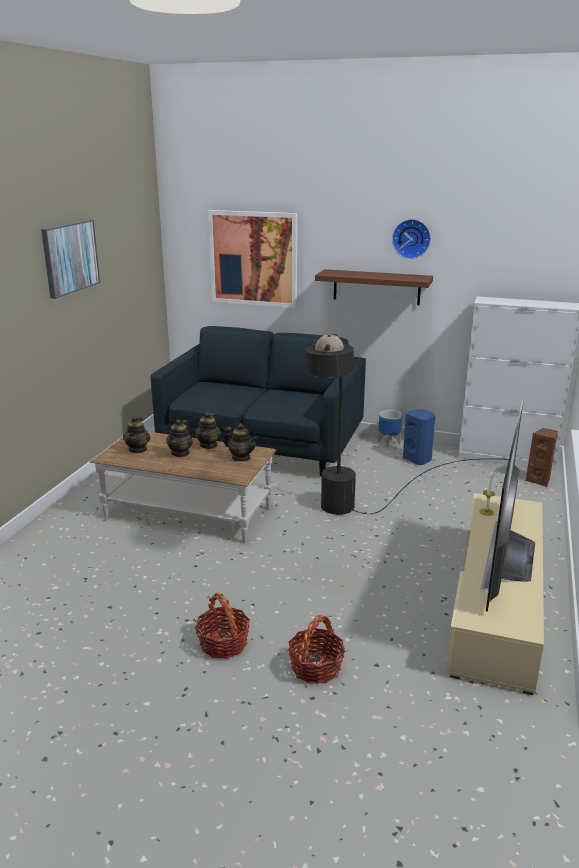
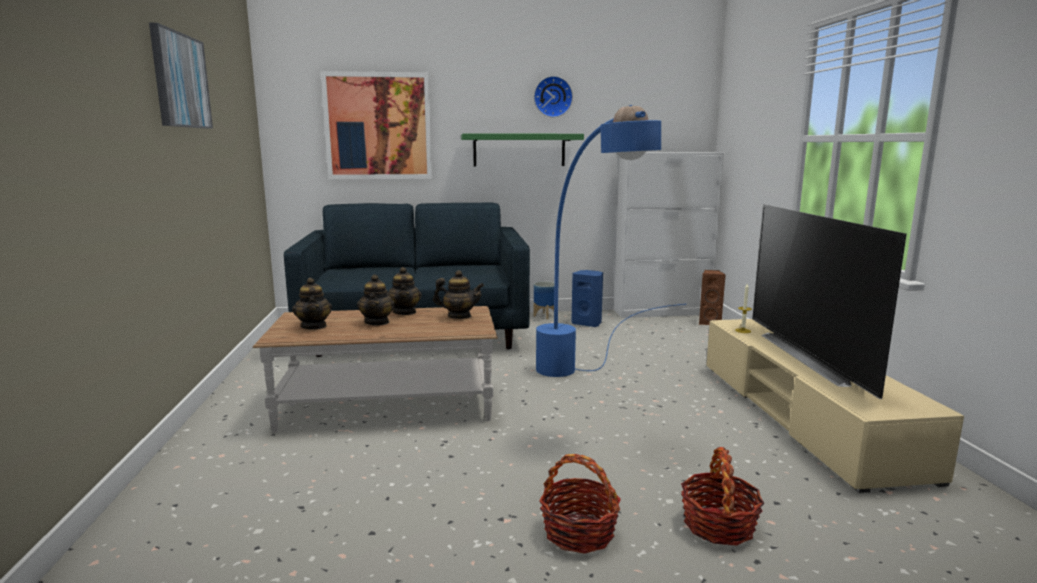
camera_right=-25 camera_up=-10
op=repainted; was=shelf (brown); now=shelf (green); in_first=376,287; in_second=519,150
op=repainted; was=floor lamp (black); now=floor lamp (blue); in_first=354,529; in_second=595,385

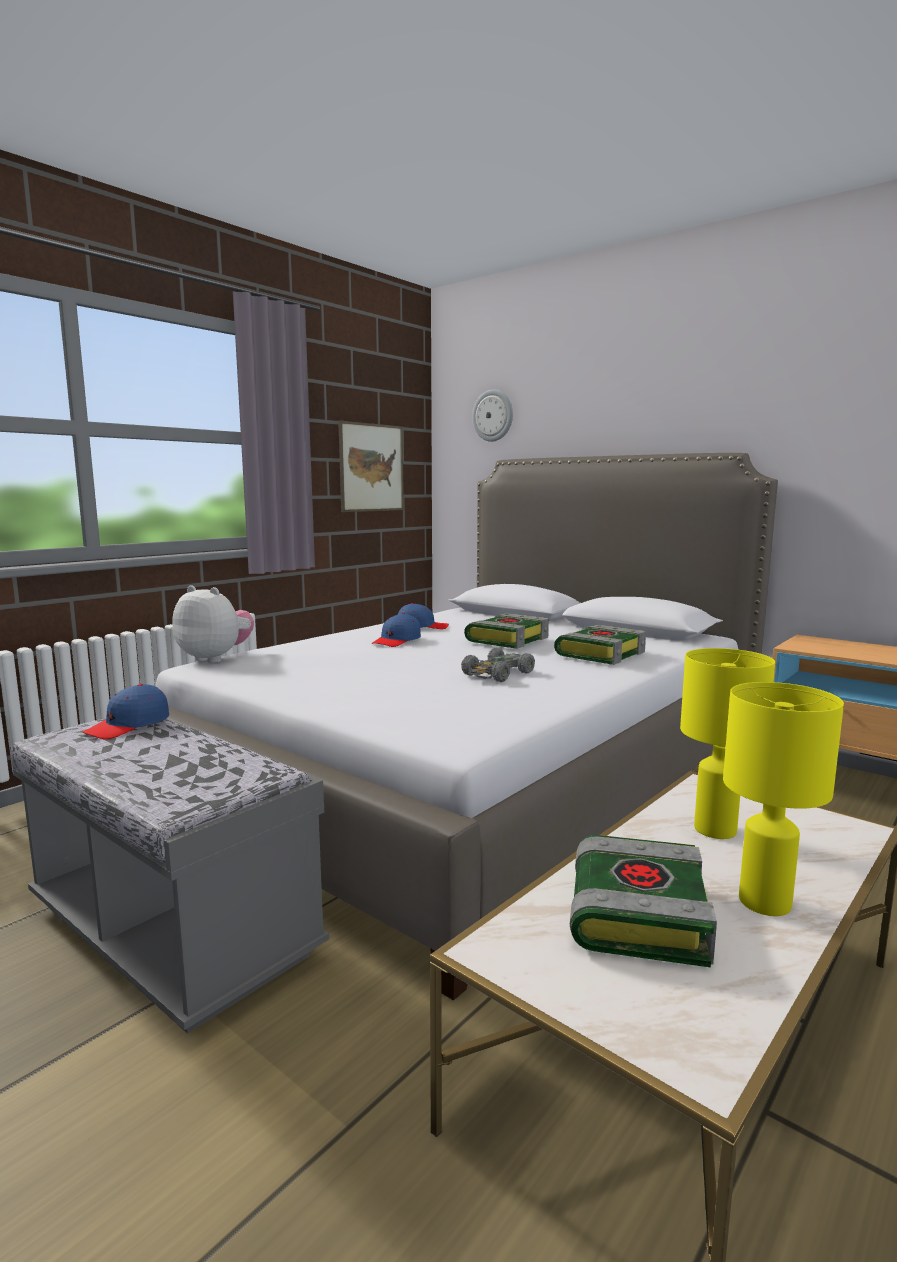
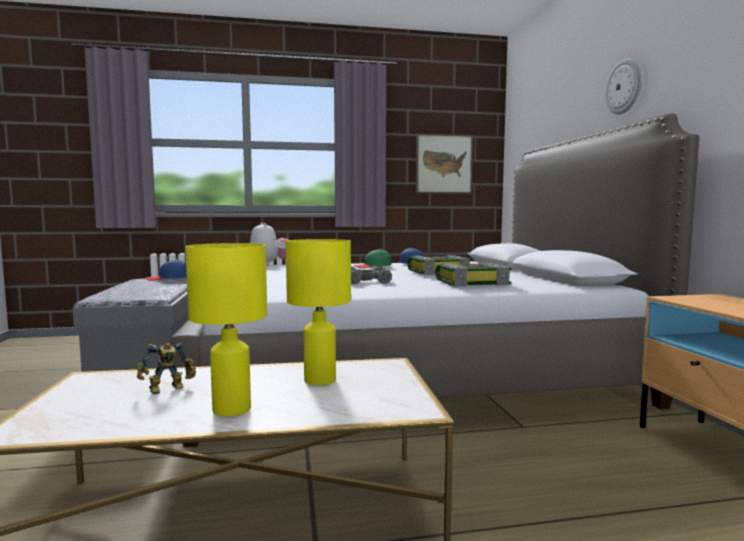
camera_right=40 camera_up=-5
op=shifted; was=wall clock; in_first=493,415; in_second=624,87
op=repainted; was=cap (blue); now=cap (green); in_first=397,641; in_second=373,266
op=swapped; was=book; now=toy robot; in_first=635,912; in_second=168,389

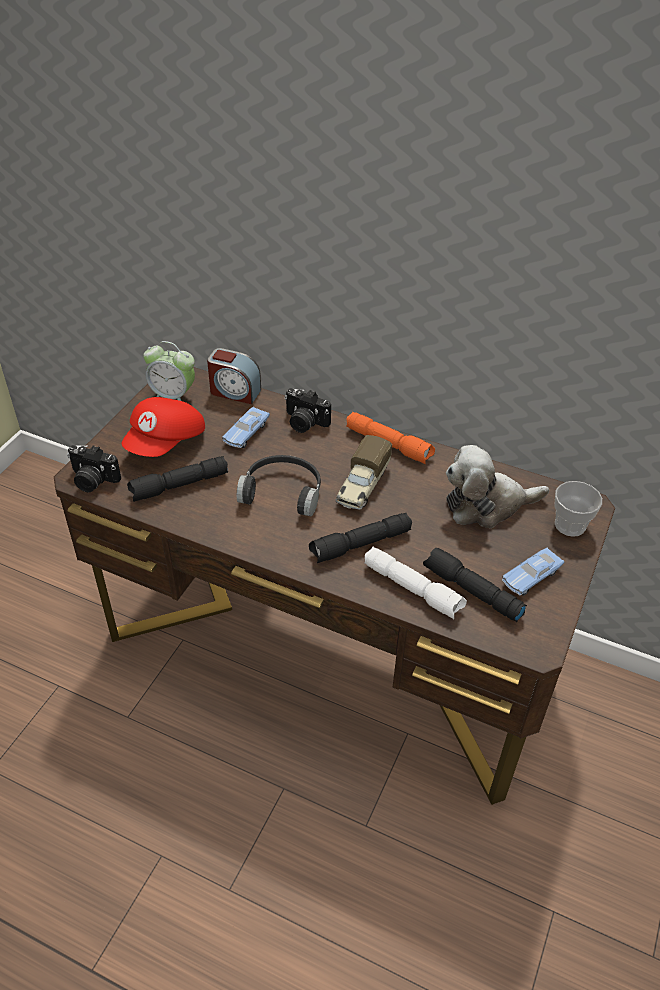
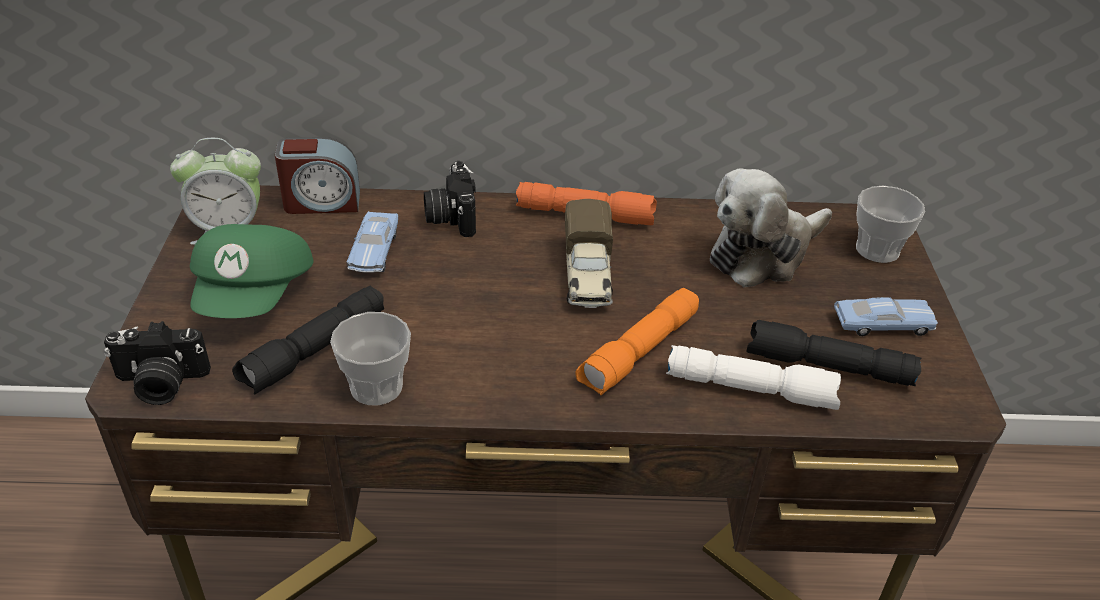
camera_right=-25 camera_up=-5
op=rotated; was=photo camera; in_first=304,422; in_second=450,217; clockwise=75
op=repainted; was=cap (red); now=cap (green); in_first=166,442; in_second=256,295
op=gone; was=headphones (black); in_first=283,491
op=repainted; was=flashlight (black); now=flashlight (orange); in_first=360,545; in_second=640,353
op=rotated; was=toy car (blue); in_first=531,577; in_second=883,325; clockwise=-120
op=new; now=cup; in_second=376,387

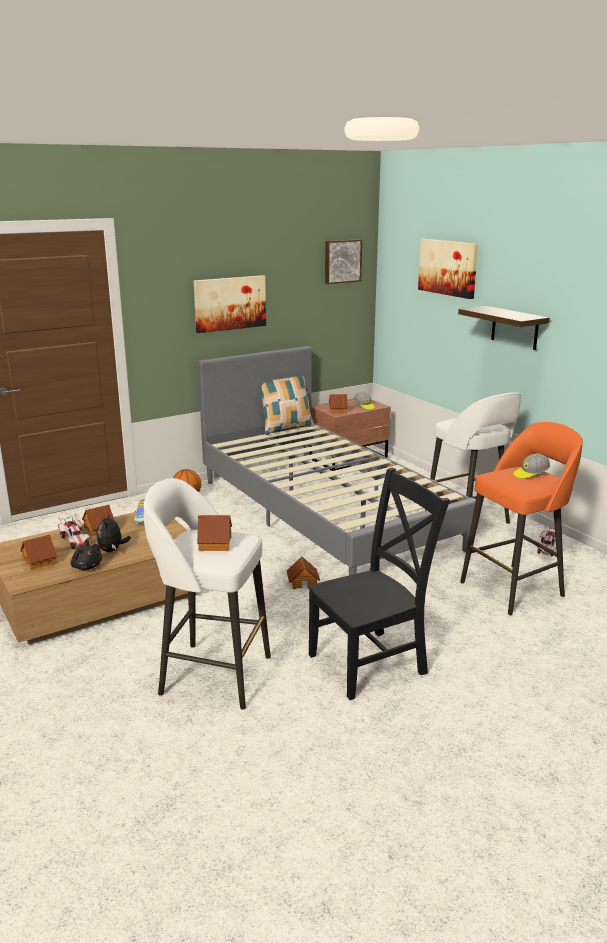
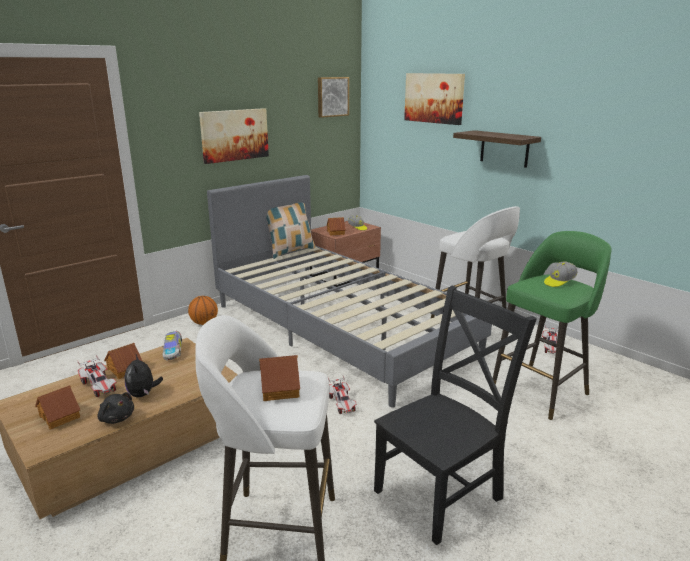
camera_right=-10 camera_up=0
op=repainted; was=stool (orange); now=stool (green); in_first=514,588; in_second=541,390
op=swapped; was=toy house; now=toy car; in_first=303,582; in_second=342,403

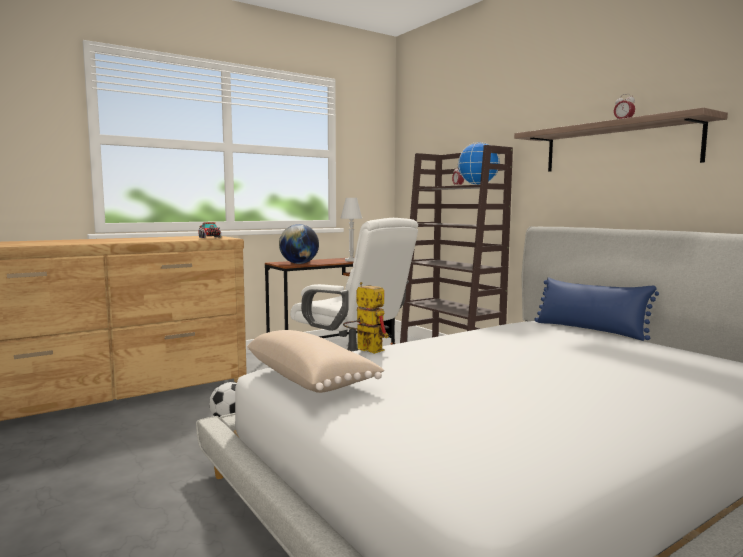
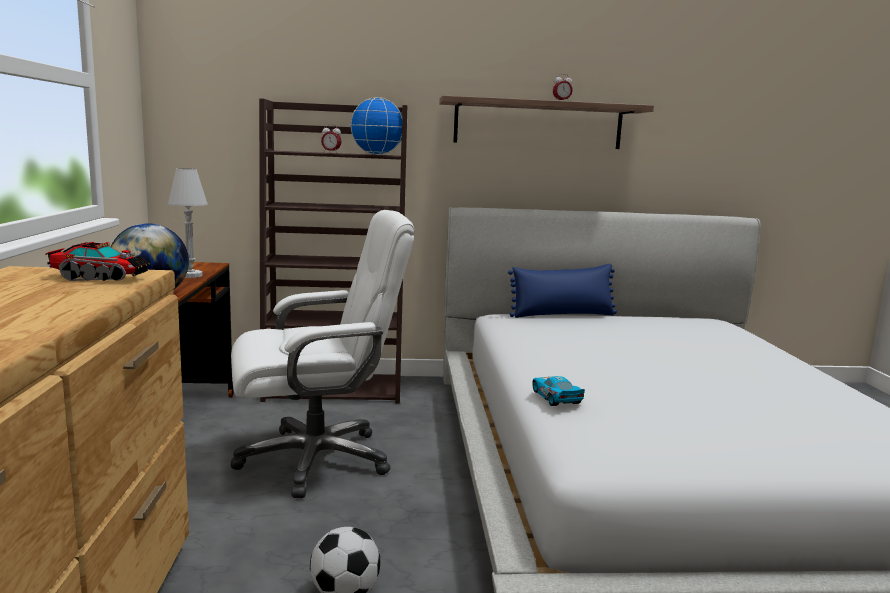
camera_right=-60 camera_up=5
op=swapped; was=toy robot; now=toy car; in_first=364,349; in_second=556,398
op=gone; was=pillow (beige); in_first=310,379

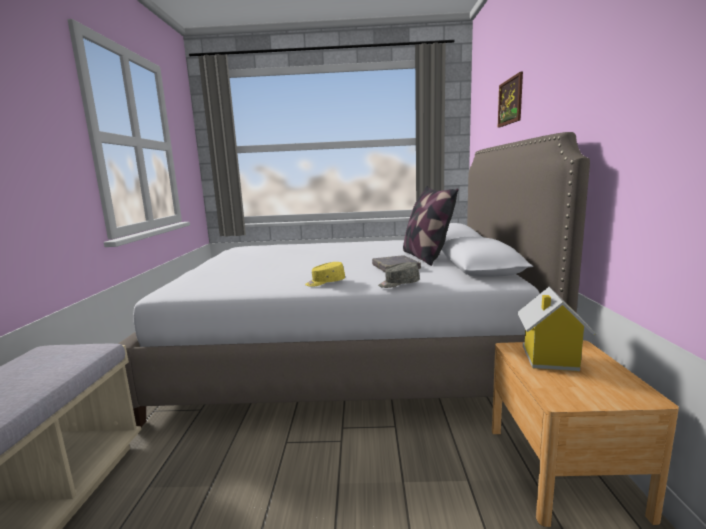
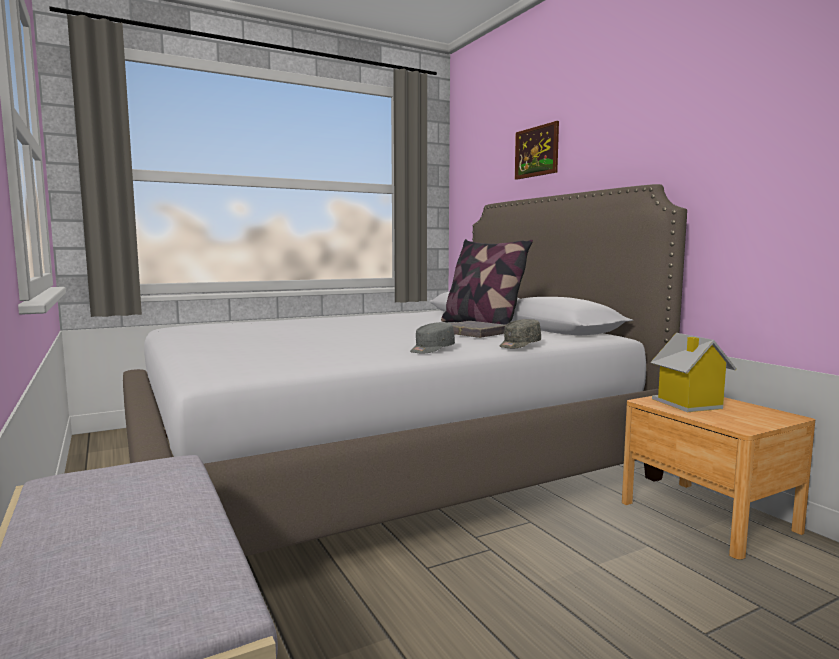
camera_right=-30 camera_up=-5
op=repainted; was=cap (yellow); now=cap (grey); in_first=325,282; in_second=431,349

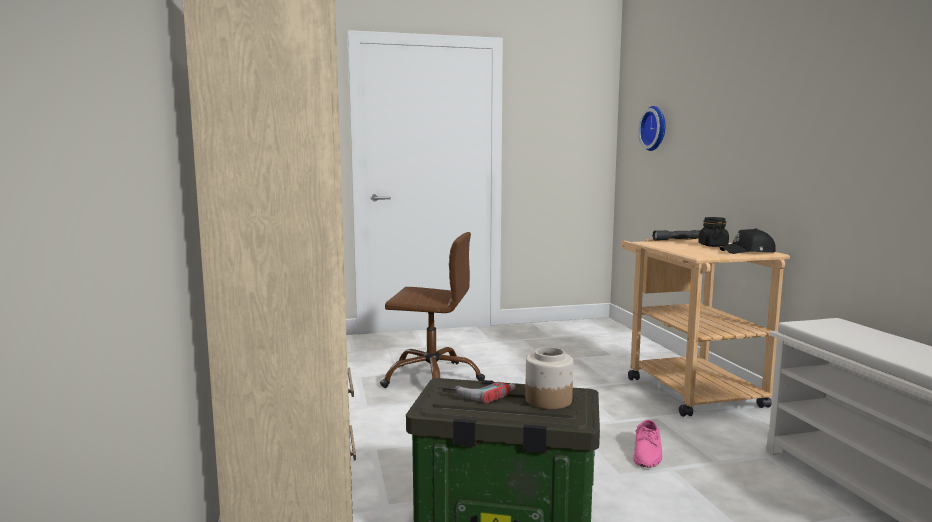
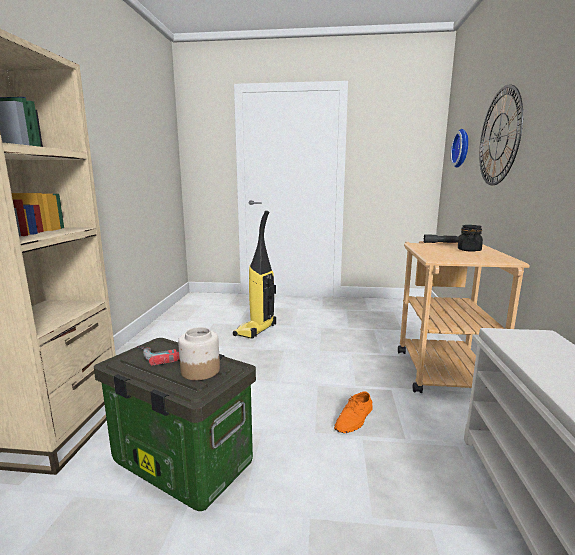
camera_right=20 camera_up=5
op=gone; was=cap (black); in_first=748,252
op=swapped; was=office chair (brown); now=vacuum cleaner; in_first=432,378; in_second=255,330
op=repainted; was=shoe (pink); now=shoe (orange); in_first=647,452; in_second=354,419
op=new; now=wall clock; in_second=499,137

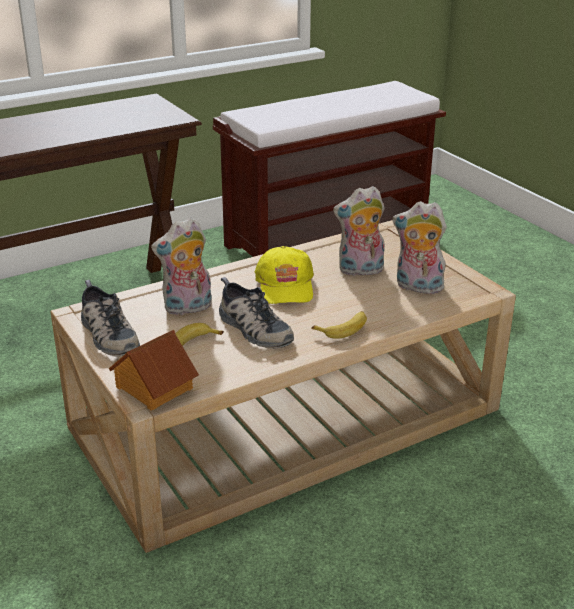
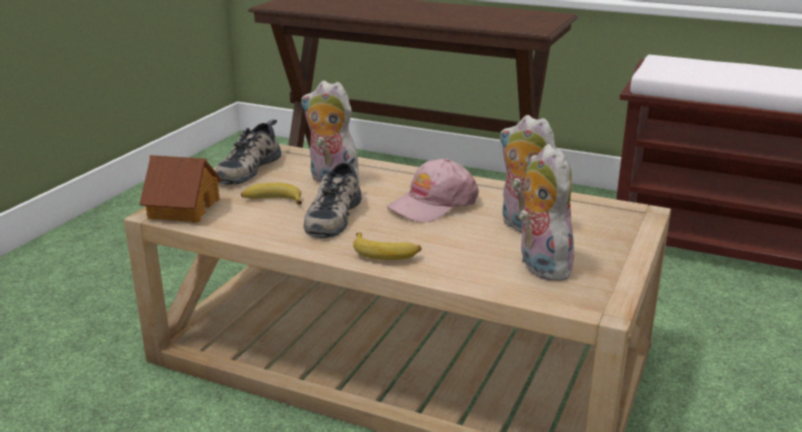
camera_right=55 camera_up=-5
op=repainted; was=cap (yellow); now=cap (pink); in_first=285,286; in_second=433,204

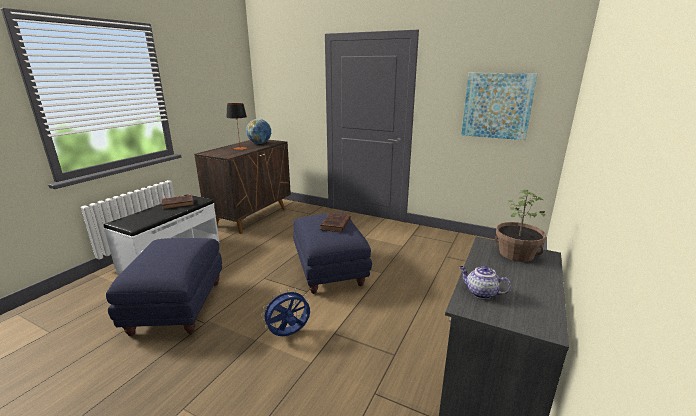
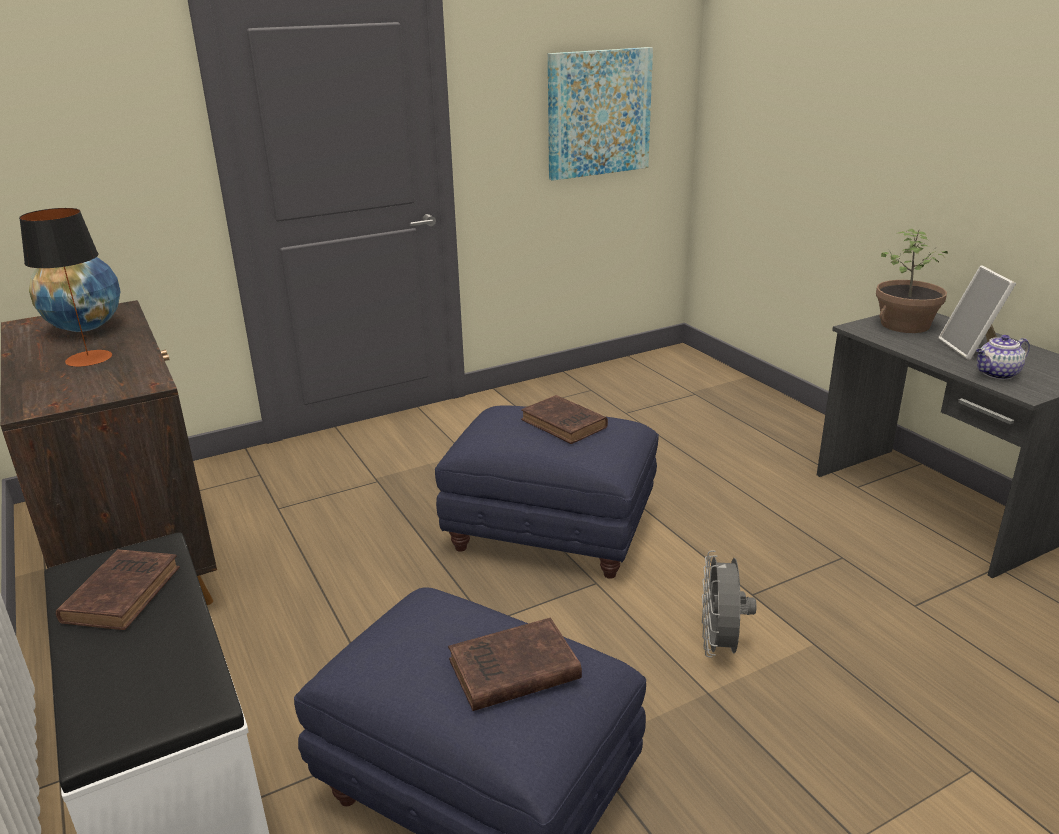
camera_right=-55 camera_up=5
op=repainted; was=fan (blue); now=fan (grey); in_first=289,334; in_second=720,646
op=new; now=picture frame; in_second=971,349
op=new; now=book (brown); in_second=510,671

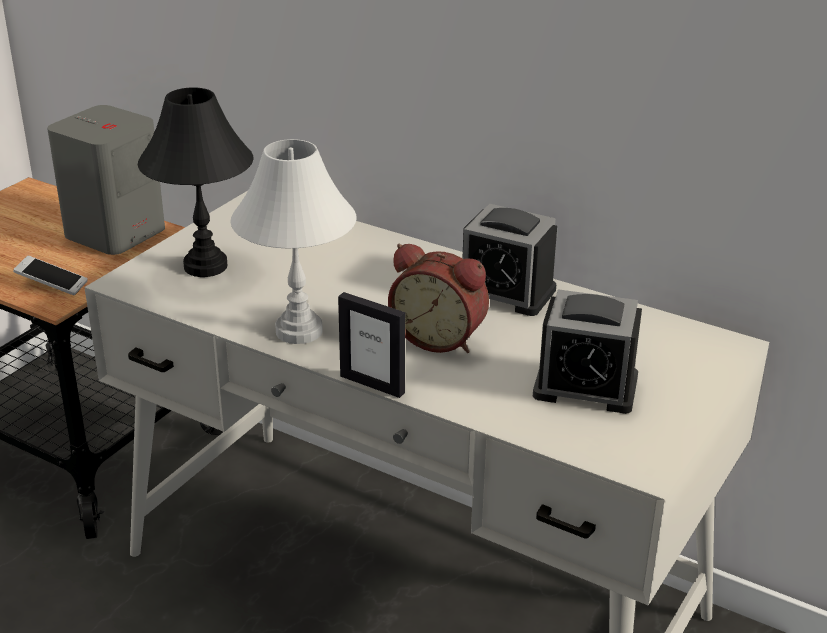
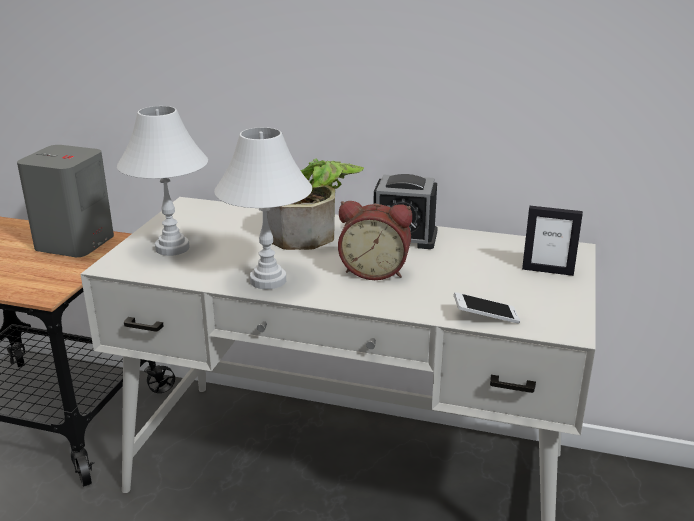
camera_right=-15 camera_up=-5
op=repainted; was=table lamp (black); now=table lamp (white); in_first=204,266; in_second=171,248
op=shifted; was=phone; in_first=52,284; in_second=485,317
op=gone; was=alarm clock; in_first=585,387
op=shifted; was=picture frame; in_first=372,384; in_second=547,270
op=new; now=potted plant; in_second=311,234

